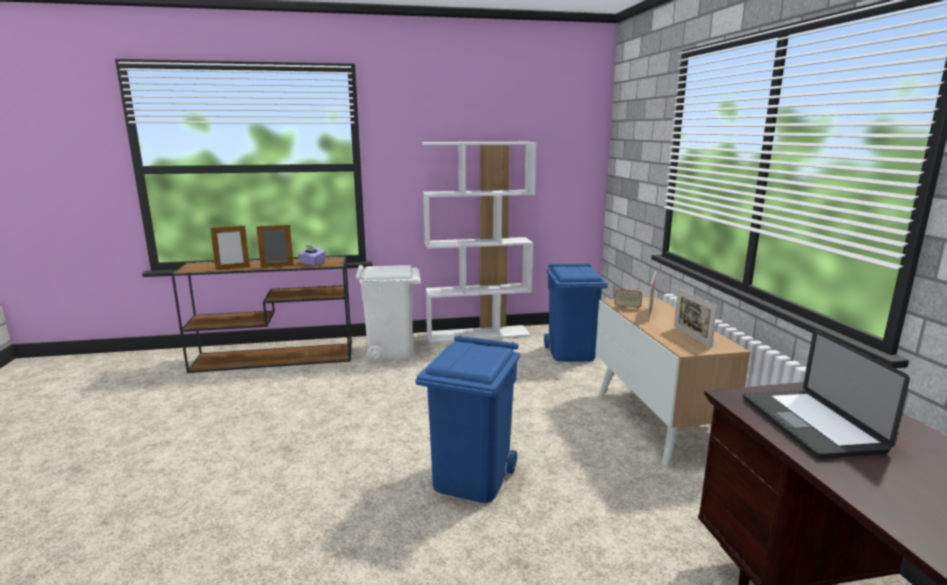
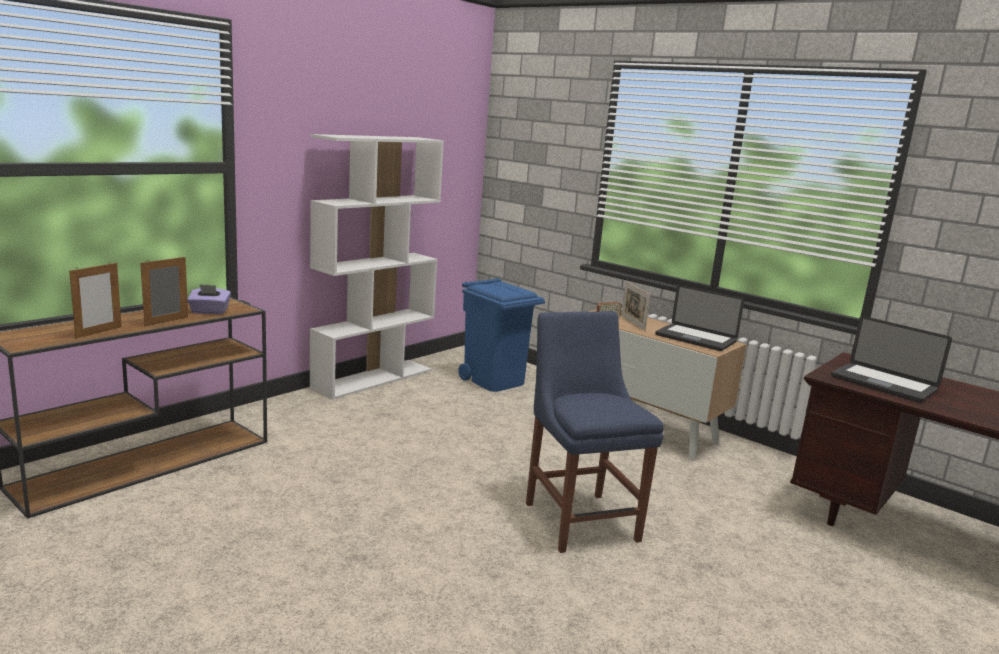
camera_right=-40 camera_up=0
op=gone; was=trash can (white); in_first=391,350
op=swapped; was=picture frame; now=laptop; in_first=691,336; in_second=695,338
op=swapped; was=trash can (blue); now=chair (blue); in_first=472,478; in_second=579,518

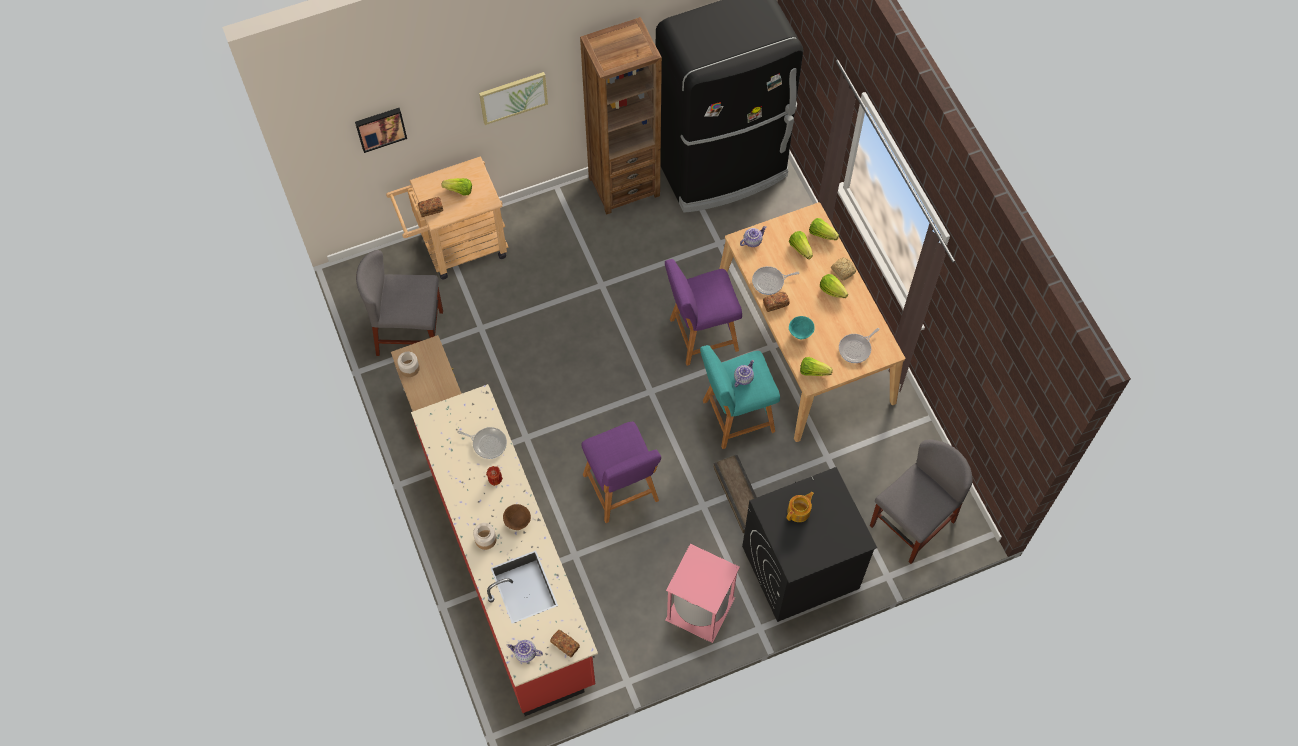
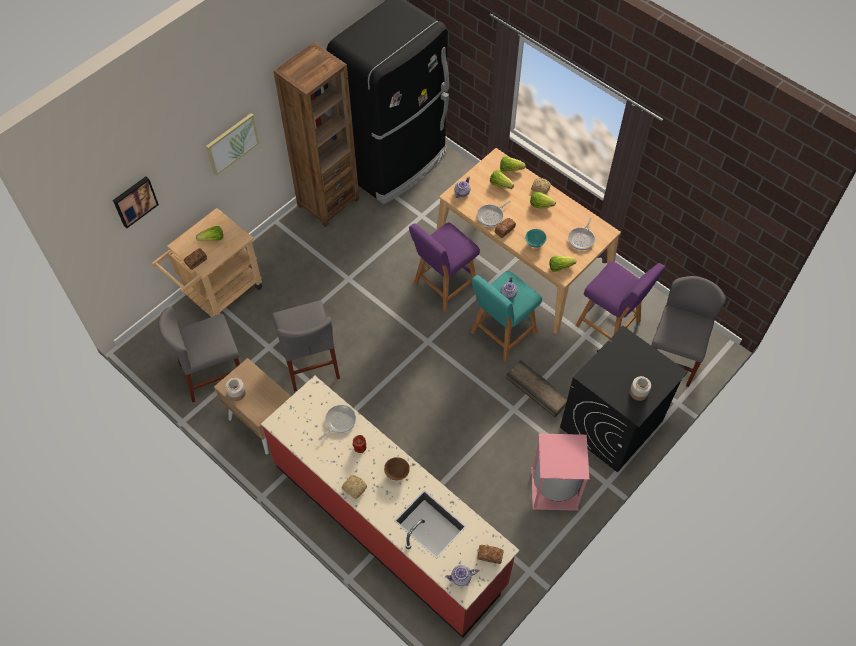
camera_right=-25 camera_up=-5
op=shifted; was=stool (purple); in_first=622,491; in_second=610,325
op=rotated; was=frying pan; in_first=487,443; in_second=339,421; clockwise=-45
op=gone; was=teapot; in_first=799,511
op=shifted; was=jar; in_first=485,539; in_second=638,392
op=new; now=chair (grey); in_second=310,362
op=new; now=bread; in_second=354,487

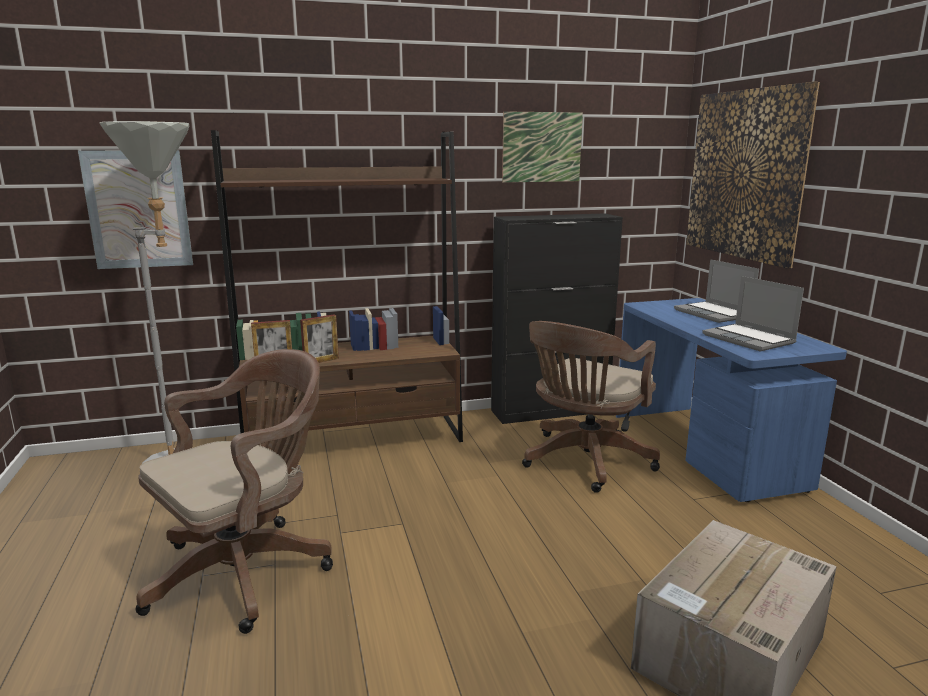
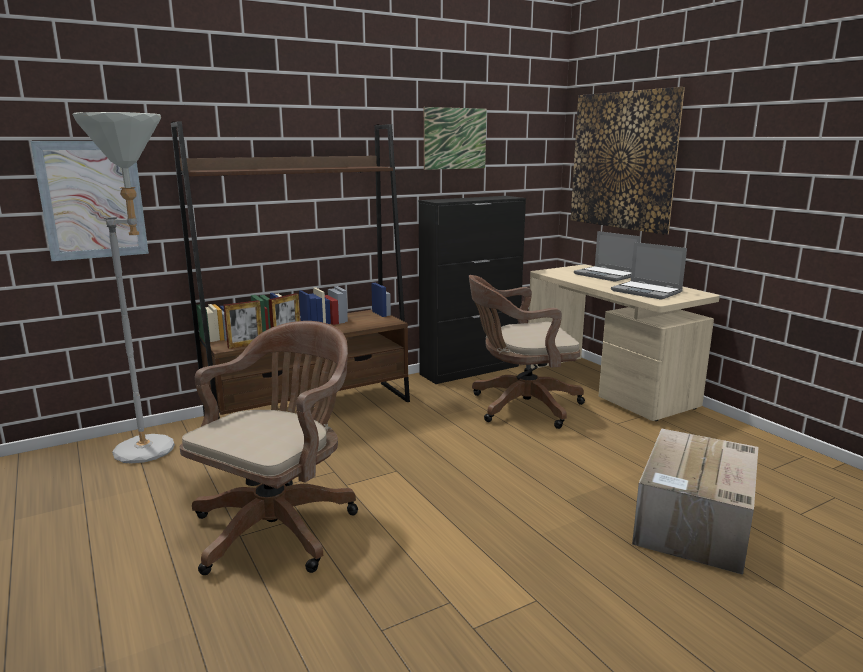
camera_right=-15 camera_up=0
op=repainted; was=desk (blue); now=desk (beige); in_first=706,449; in_second=608,387
op=rotated; was=office chair (brown); in_first=584,462; in_second=520,406; clockwise=60

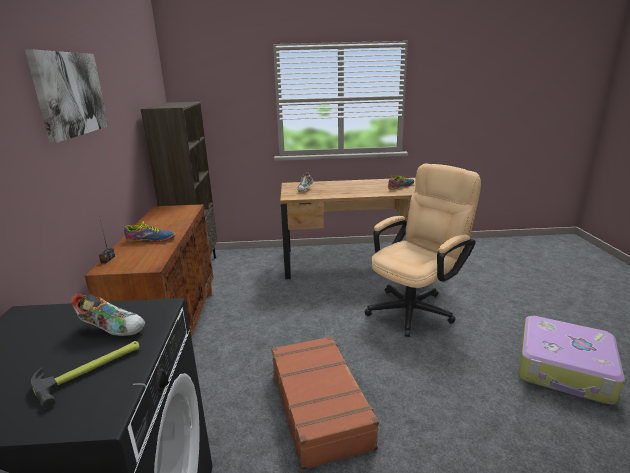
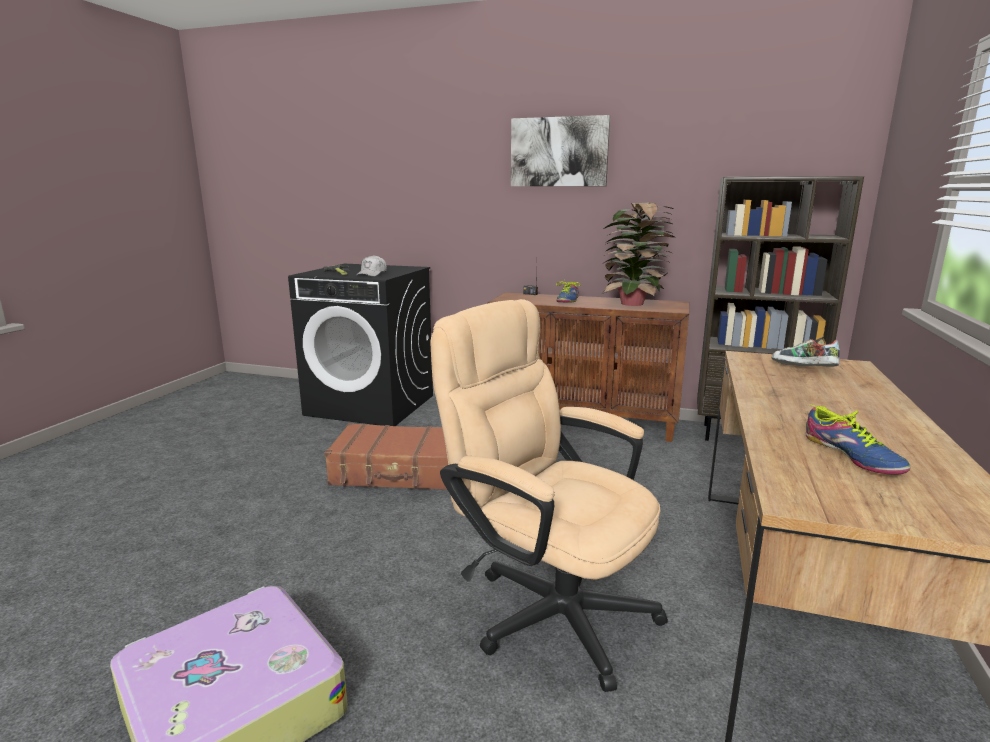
camera_right=110 camera_up=-5
op=rotated; was=office chair (beige); in_first=415,307; in_second=547,606; clockwise=150
op=swapped; was=shoe; now=cap (white); in_first=113,328; in_second=372,274
op=new; now=potted plant; in_second=633,304

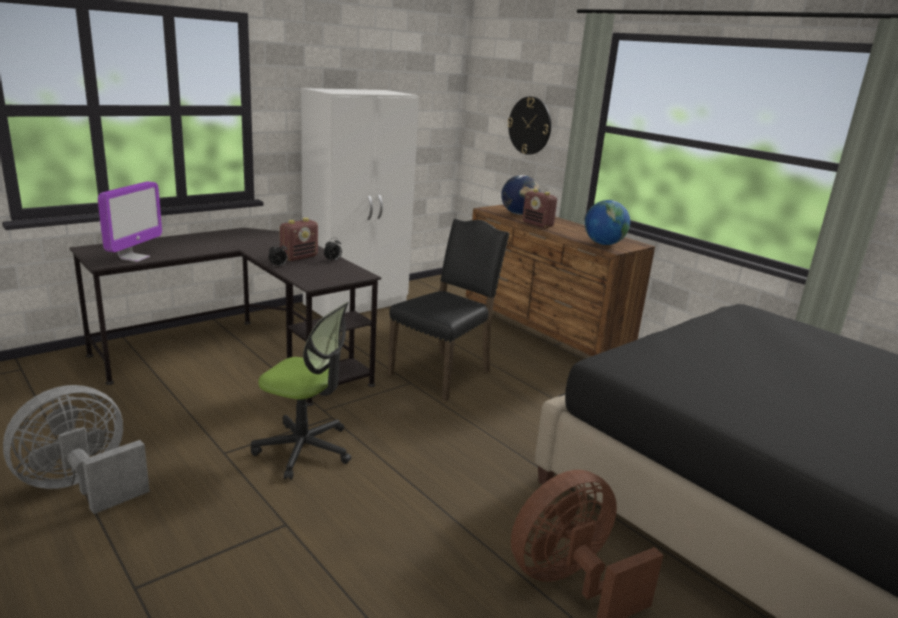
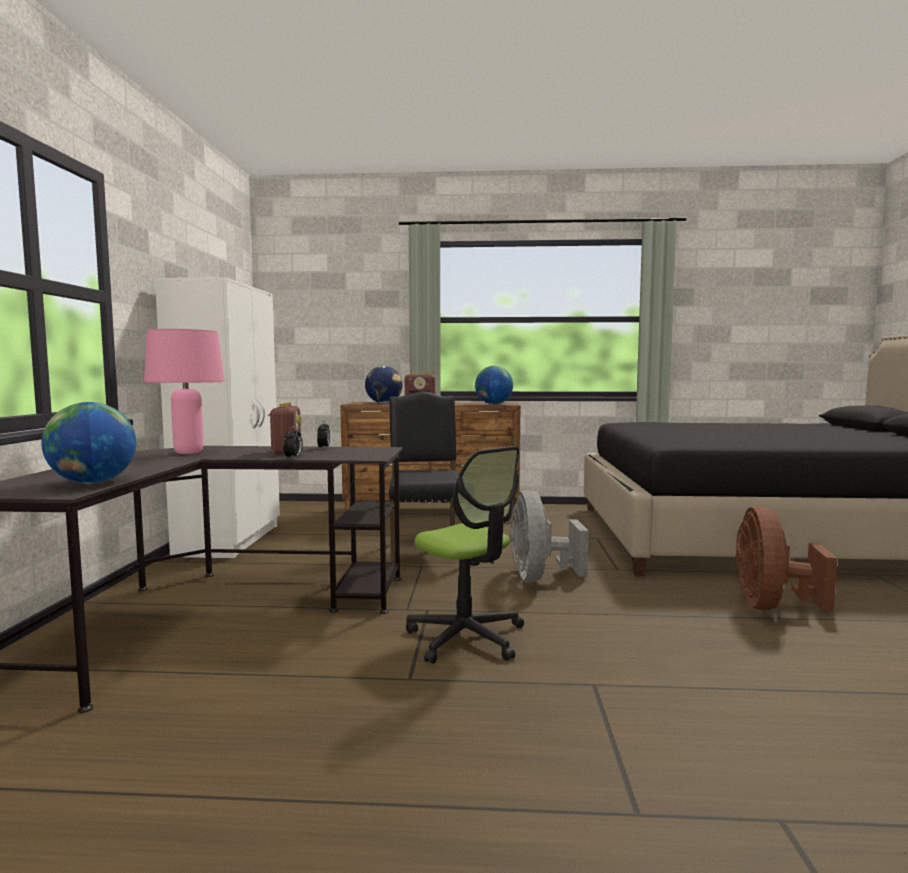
camera_right=-45 camera_up=-15
op=gone; was=wall clock; in_first=530,125
op=swapped; was=monitor; now=globe; in_first=134,258; in_second=93,483
op=rotated; was=office chair; in_first=304,449; in_second=466,637; clockwise=75
op=shifted; was=fan (grey); in_first=82,486; in_second=539,577
op=new; now=table lamp (pink); in_second=189,452

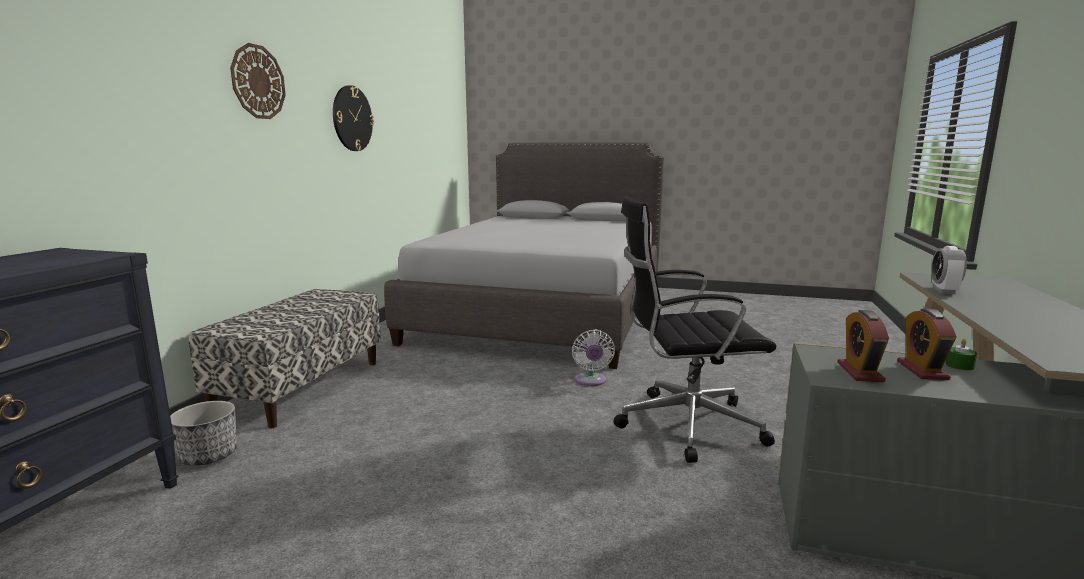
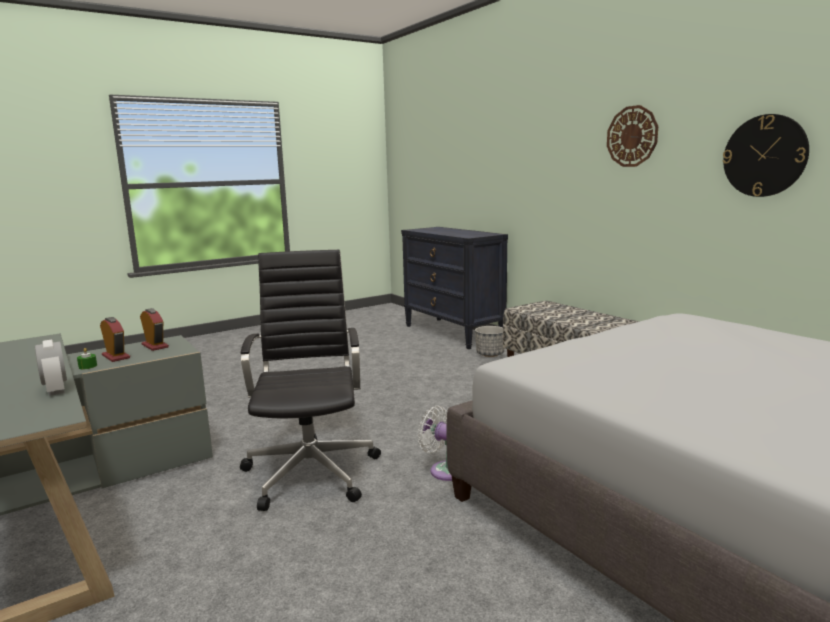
camera_right=130 camera_up=0
op=rotated; was=office chair (black); in_first=684,425; in_second=312,471; clockwise=-45

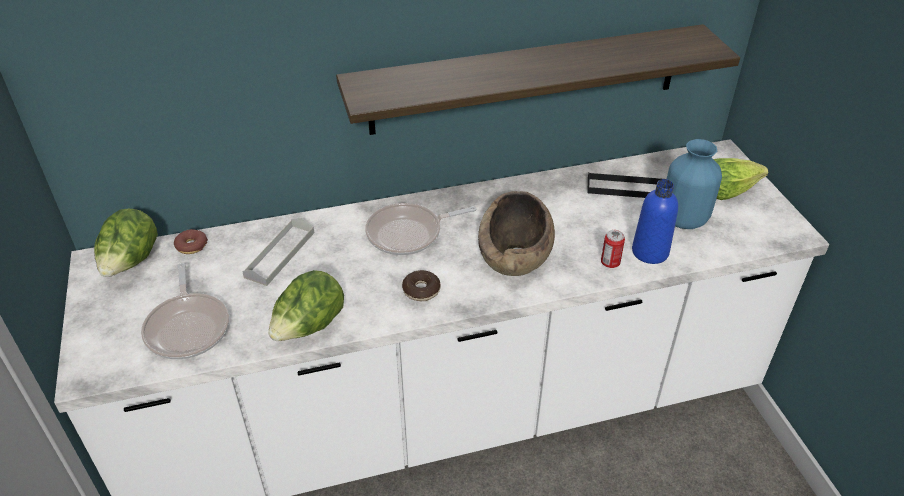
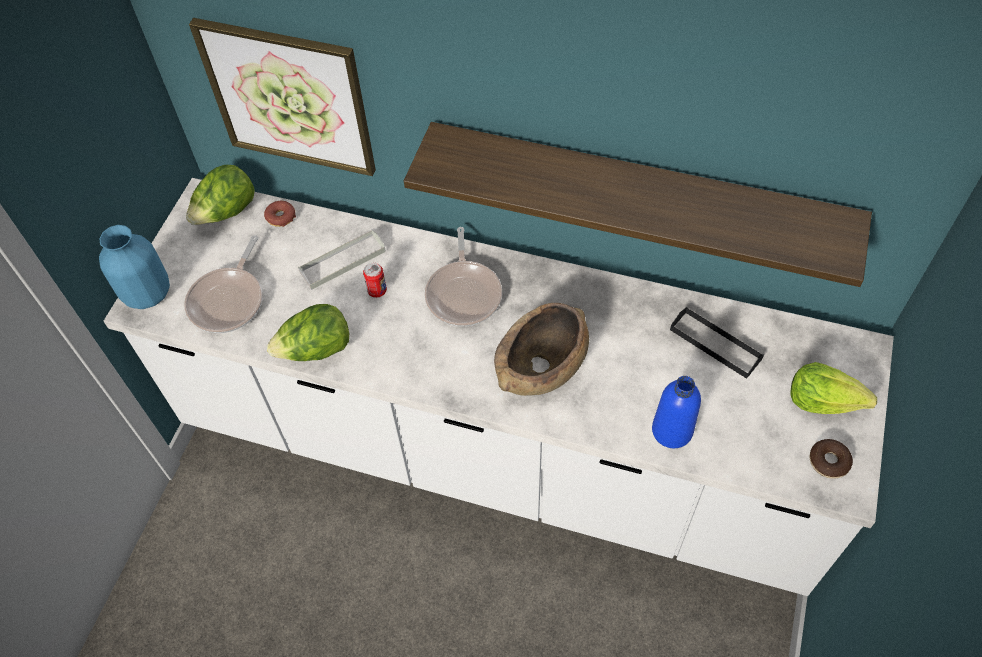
camera_right=35 camera_up=15
op=shifted; was=vase (blue); in_first=683,218; in_second=148,293
op=rotated; was=frying pan; in_first=409,233; in_second=464,293; clockwise=-105
op=shifted; was=can; in_first=610,263; in_second=377,291
op=shifted; was=donut; in_first=421,290; in_second=828,461
op=new; now=picture; in_second=289,97

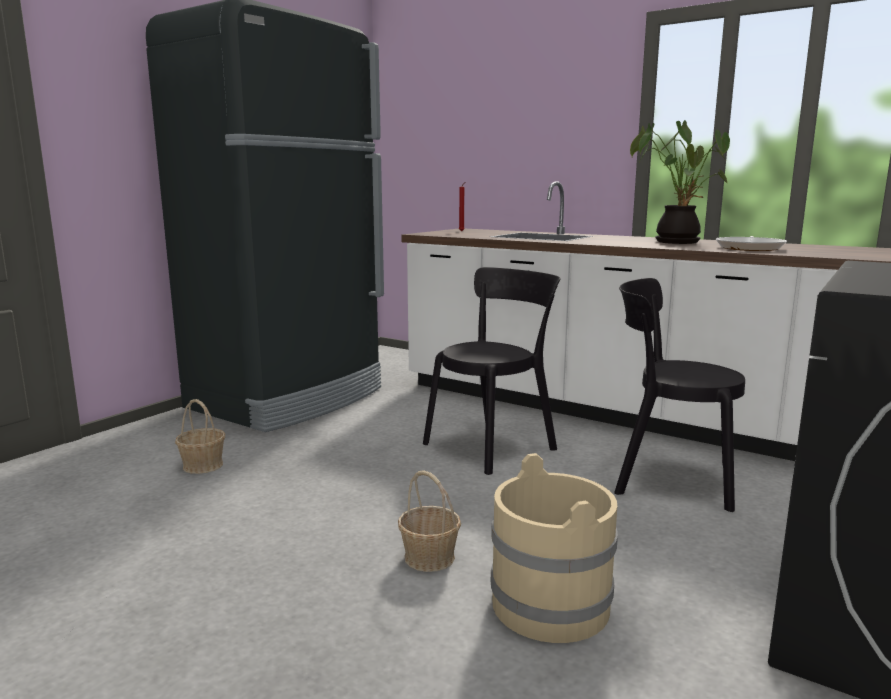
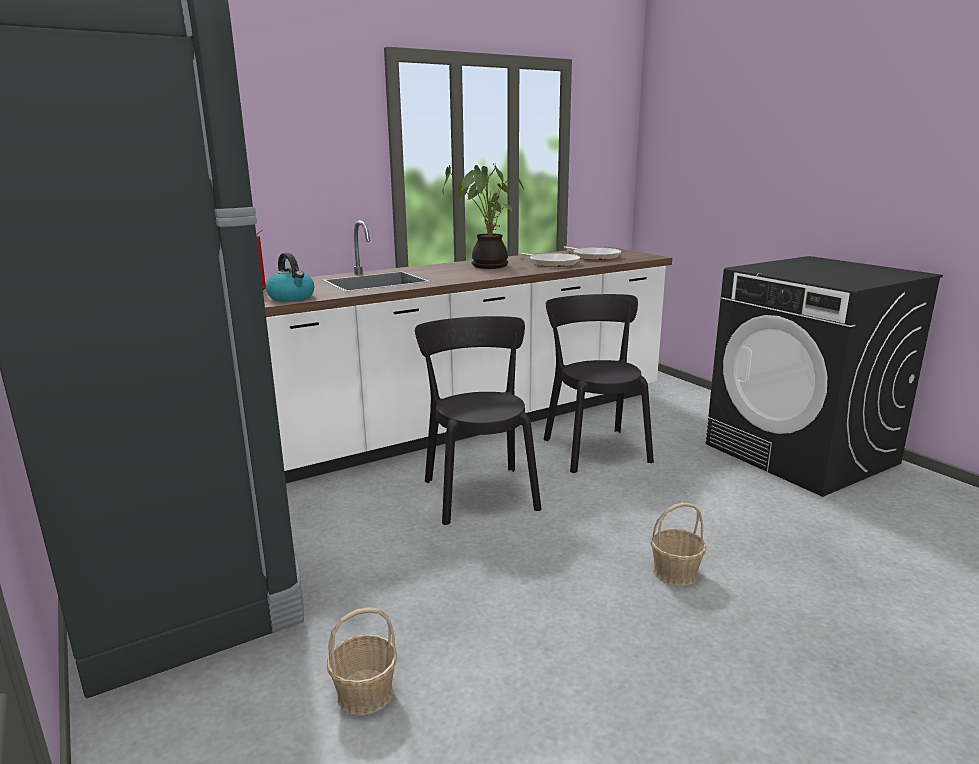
camera_right=-65 camera_up=5
op=rotated; was=chair (black); in_first=667,478; in_second=594,448; clockwise=120
op=gone; was=bucket (beige); in_first=551,604
op=new; now=frying pan; in_second=594,256
op=new; now=kettle; in_second=292,297

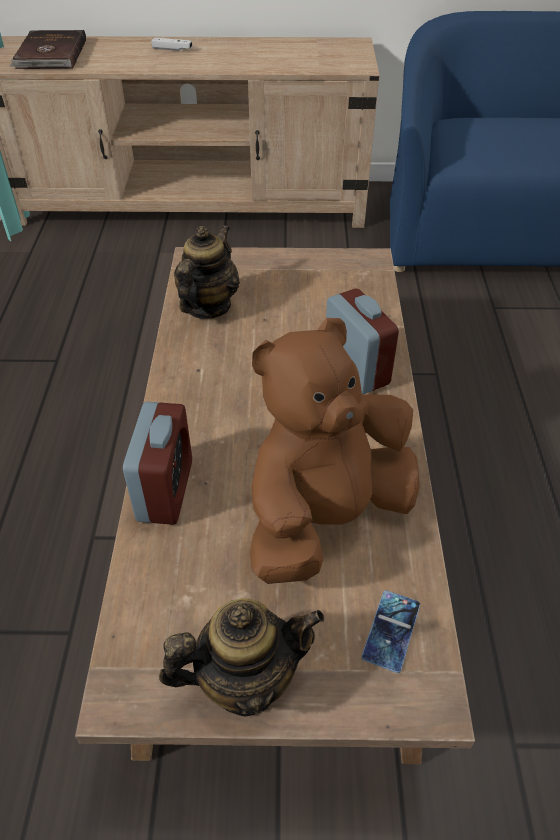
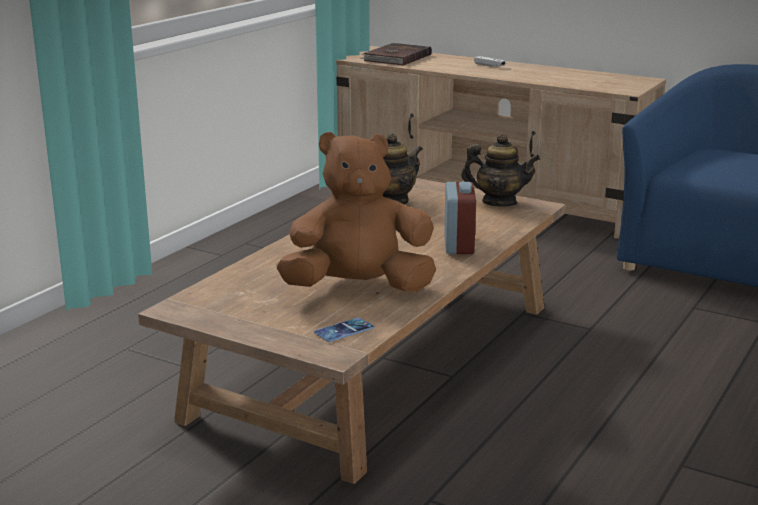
camera_right=30 camera_up=-25
op=gone; was=alarm clock; in_first=165,490
op=shifted; was=teapot; in_first=244,680; in_second=499,202

